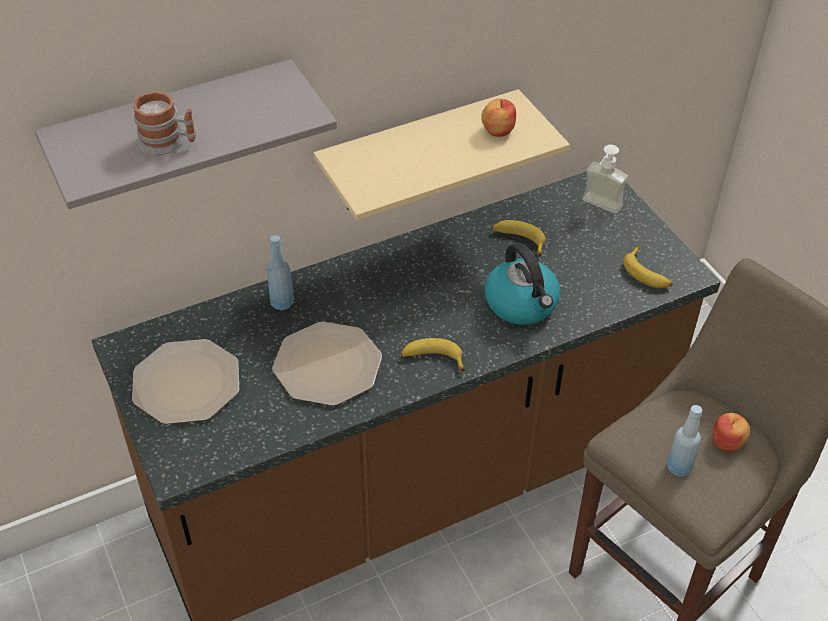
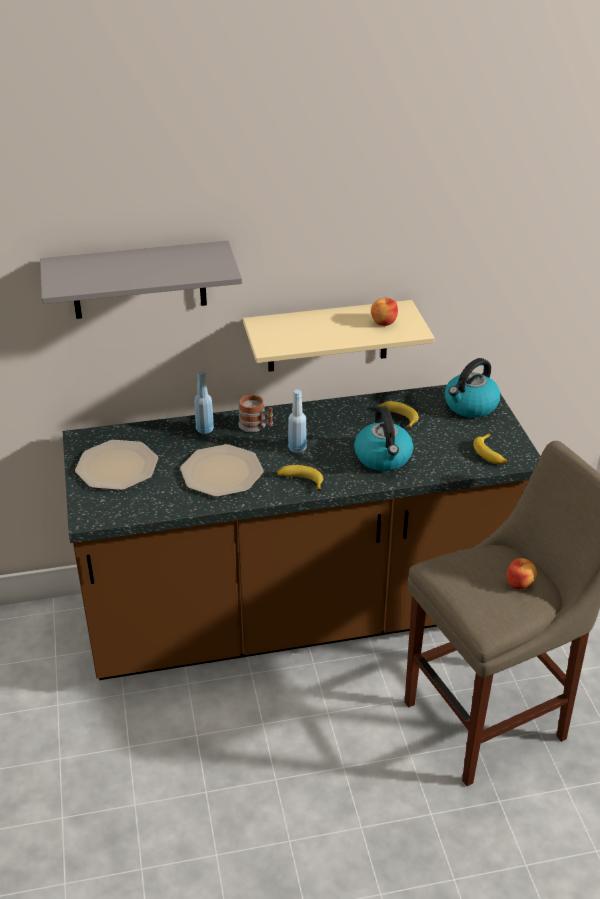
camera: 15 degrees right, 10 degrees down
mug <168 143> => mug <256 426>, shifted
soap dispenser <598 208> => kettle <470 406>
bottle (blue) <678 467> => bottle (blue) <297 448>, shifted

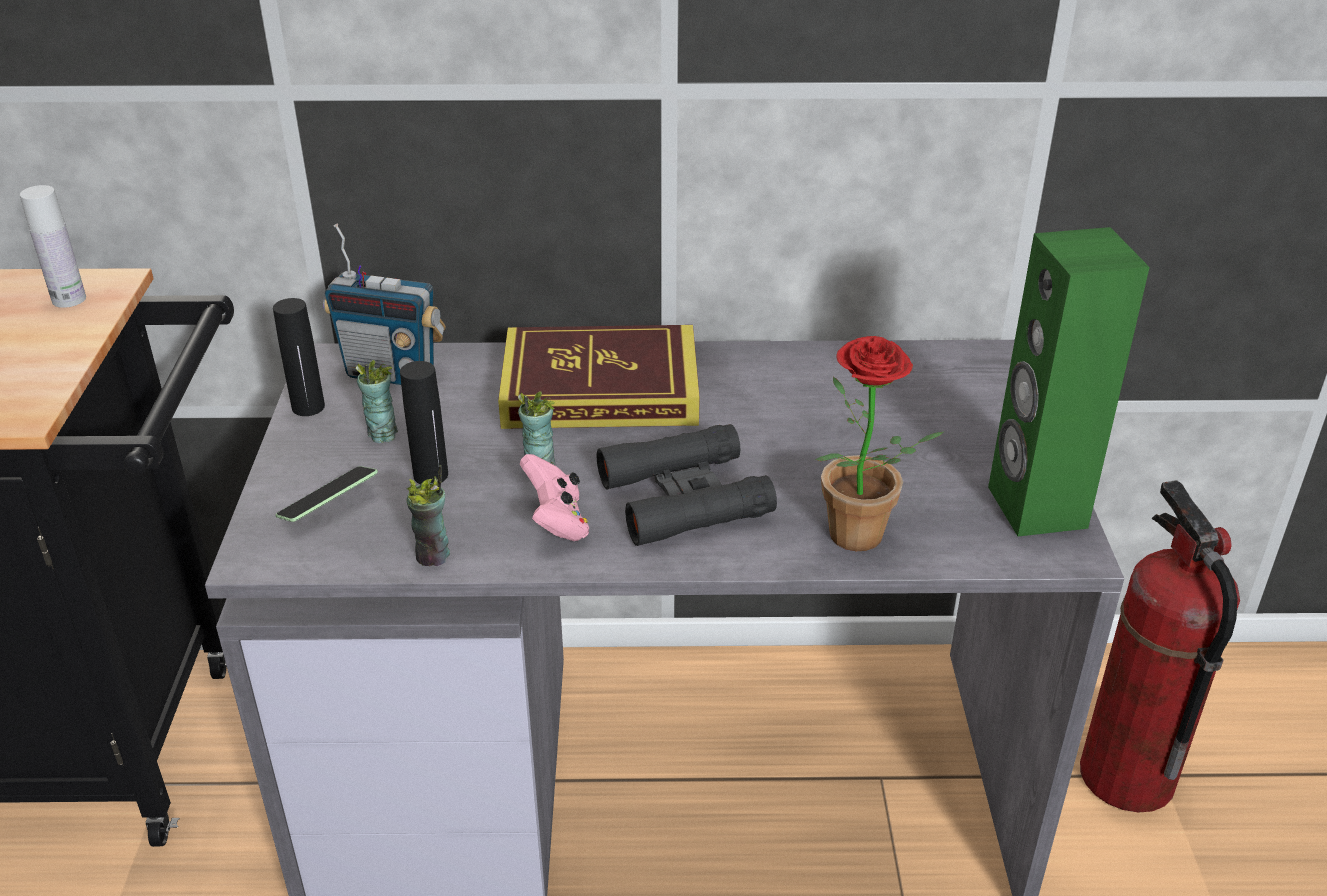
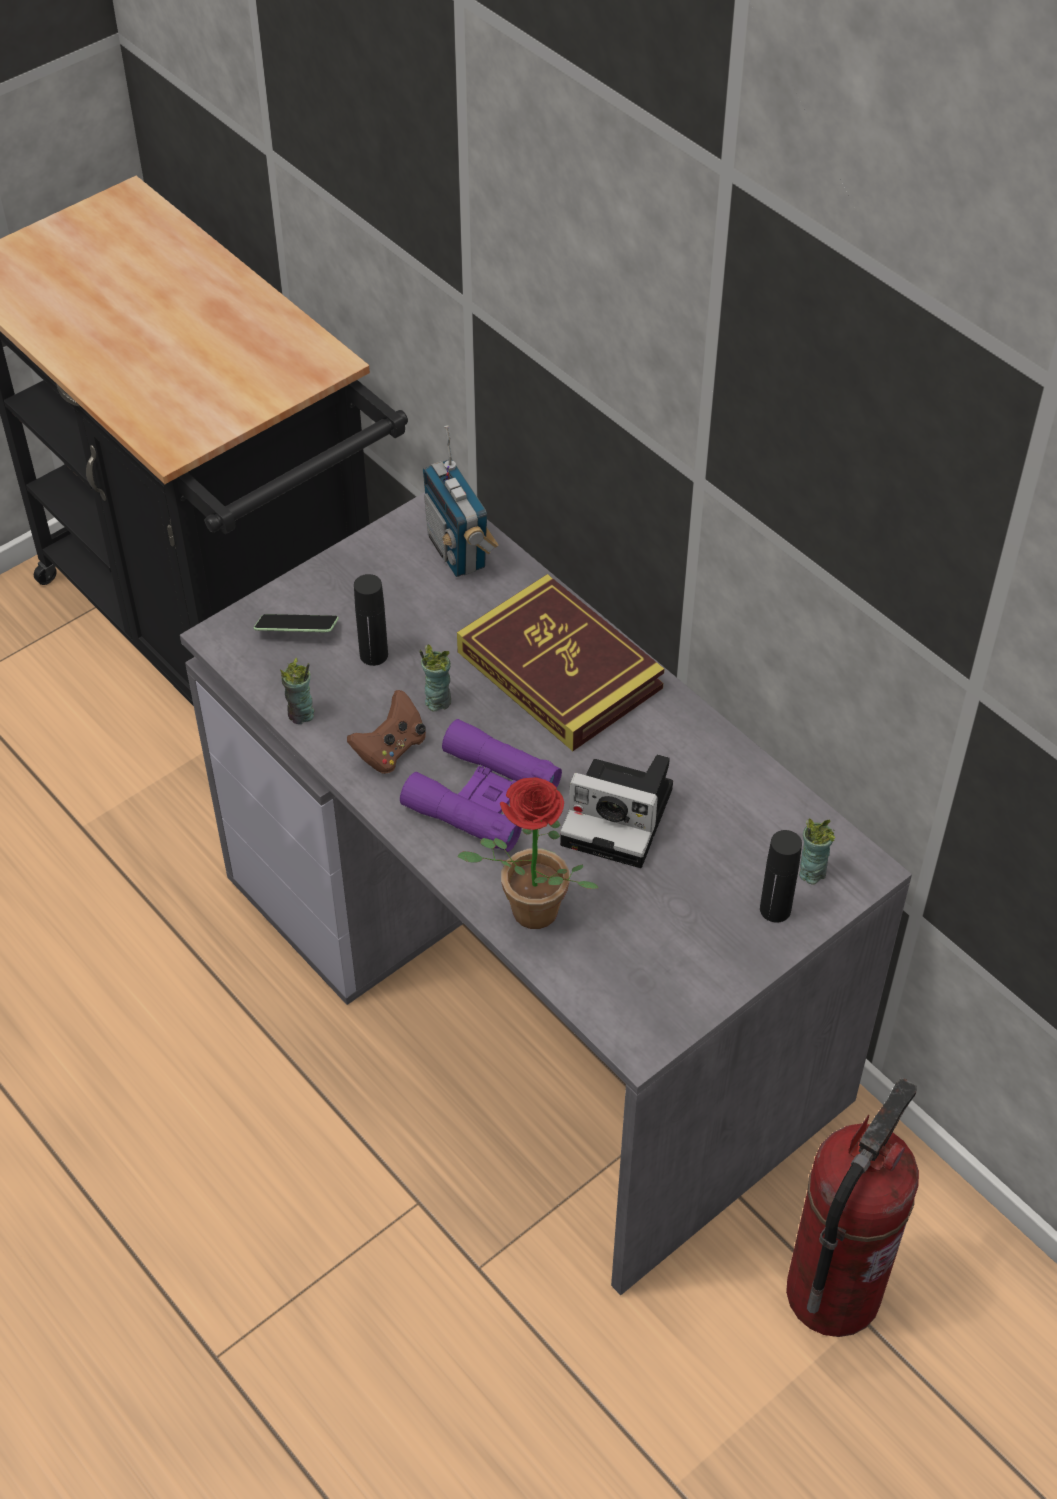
camera: 50 degrees right, 15 degrees up
bottle (white) <69 299> => nothing
bottle (black) <308 407> => bottle (black) <775 909>, shifted
cup <382 434> => cup <811 872>, shifted
game controller (pink) <557 522> => game controller (brown) <390 749>
binoculars (black) <684 498> => binoculars (purple) <482 796>
speaker (green) <1035 507> => nothing
nothing => photo camera <622 816>

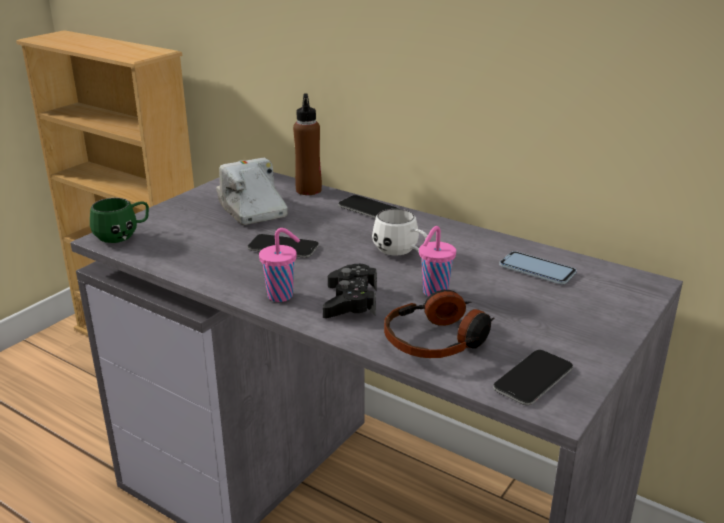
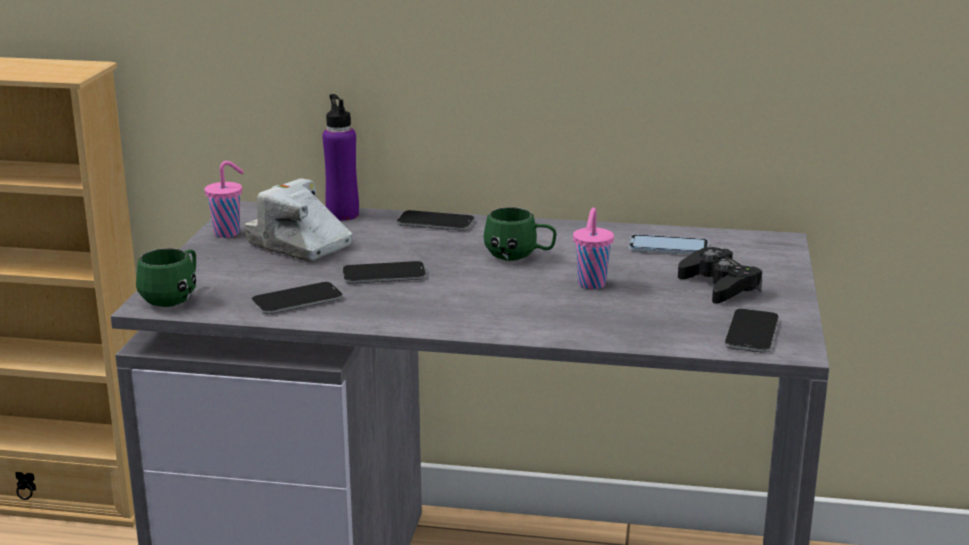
camera: 25 degrees left, 5 degrees down
cup (pink) <282 296> => cup (pink) <228 233>, shifted
bottle (brown) <308 190> => bottle (purple) <342 215>
game controller (black) <350 301> => game controller (black) <719 286>, shifted
mug (white) <401 253> => mug (green) <520 257>
headphones <438 340> => nothing
nothing => phone <297 300>

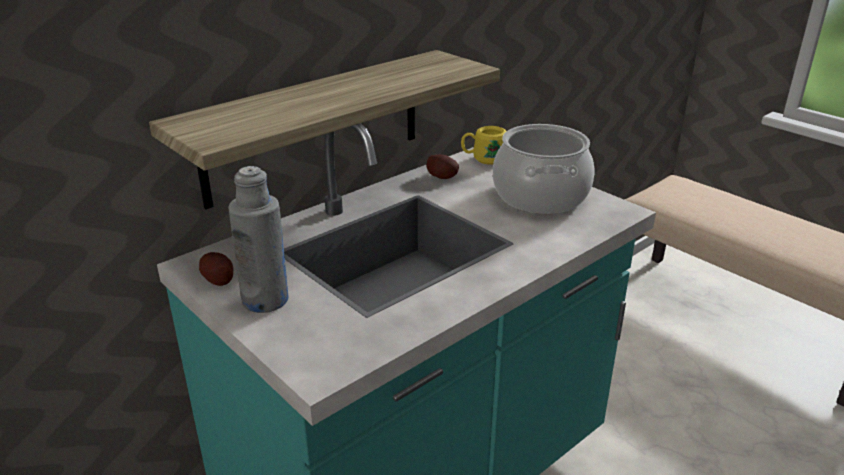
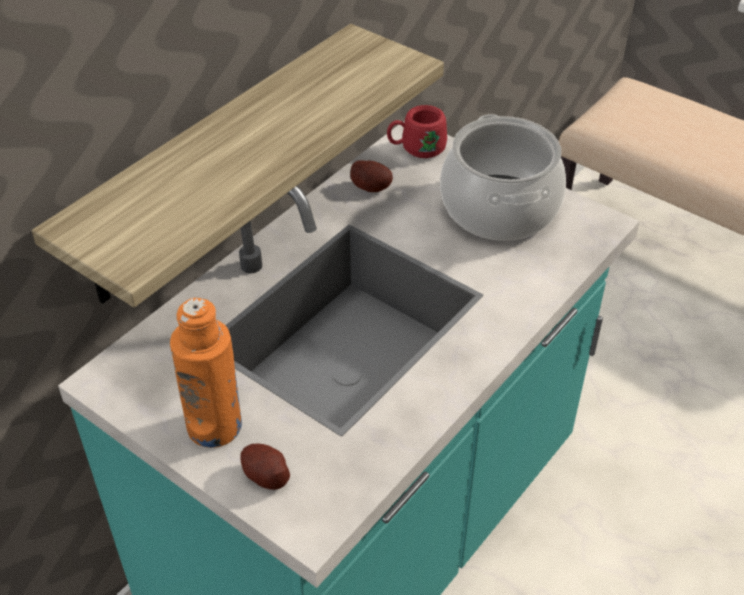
camera: 10 degrees left, 15 degrees up
potato <218 279> => potato <266 476>, shifted
bottle (grey) <265 300> => bottle (orange) <214 426>
mug (yellow) <484 159> => mug (red) <416 149>

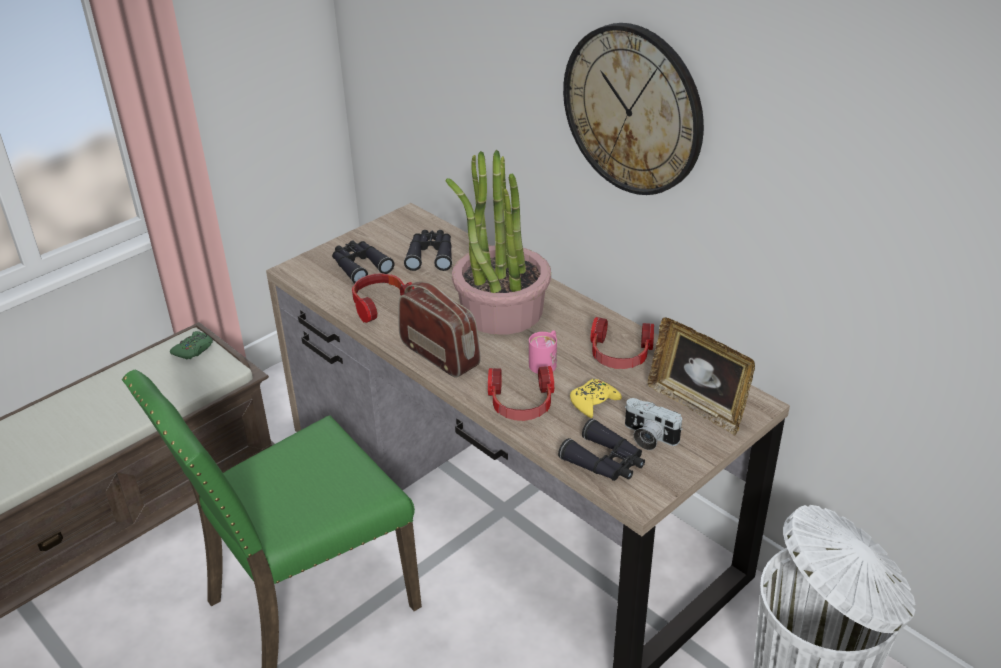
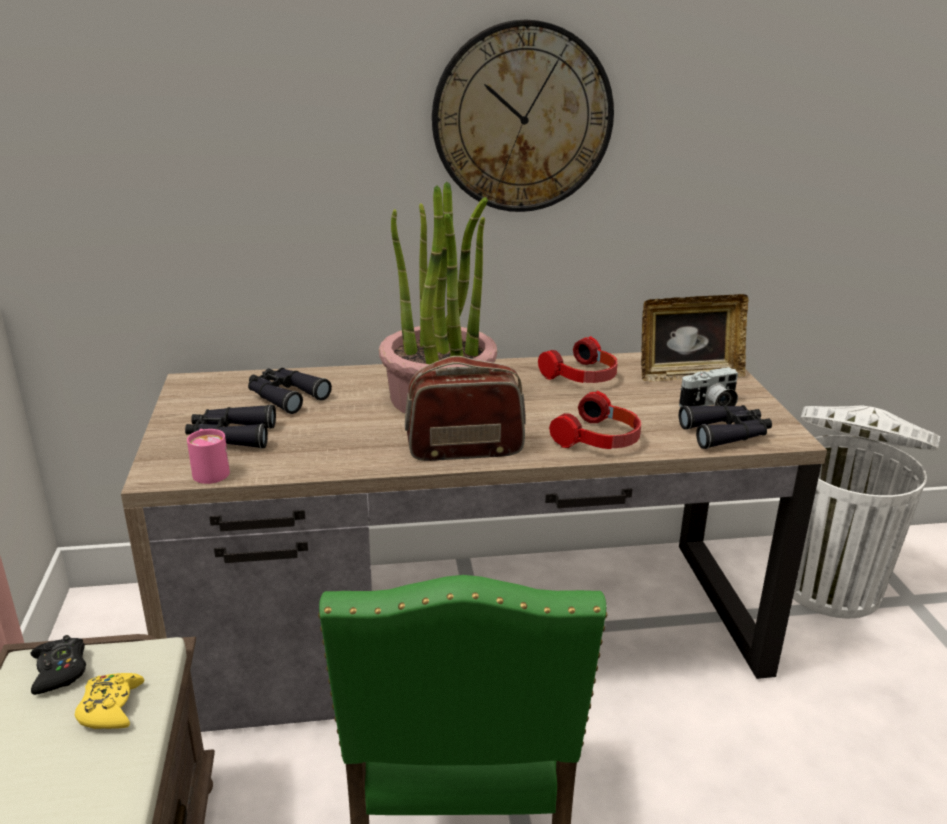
camera: 55 degrees left, 10 degrees down
game controller (green) <194 350> => game controller (black) <60 671>
headphones <381 304> => nothing
mug (pink) <545 362> => mug (pink) <209 470>, shifted
game controller (yellow) <593 402> => game controller (yellow) <111 708>, shifted

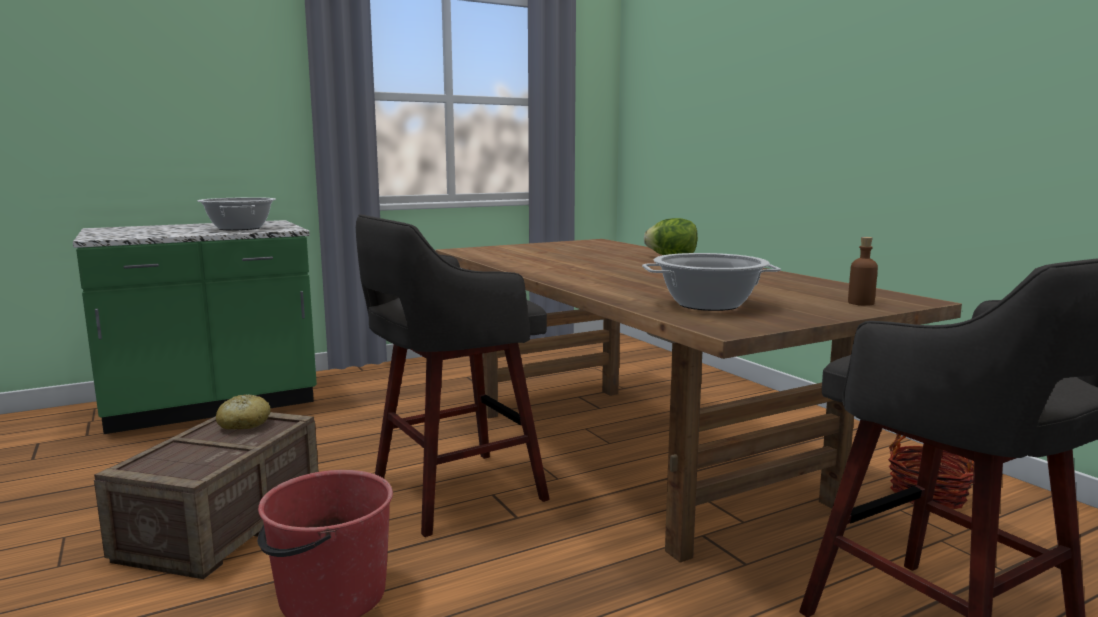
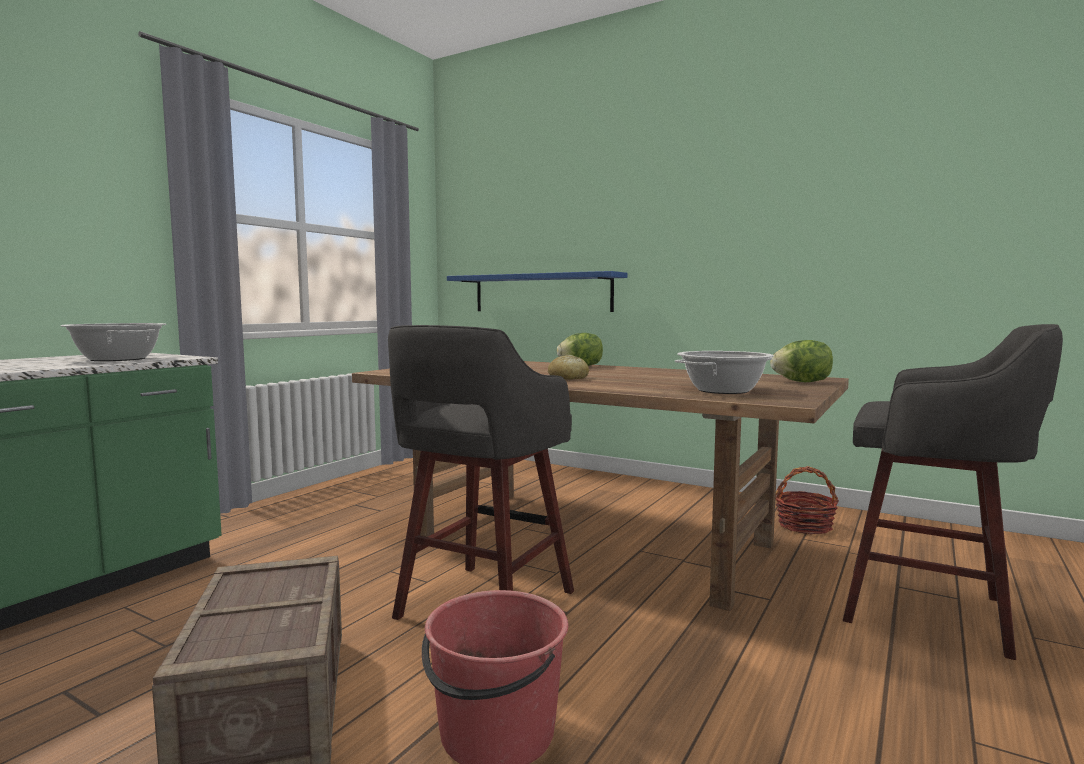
camera: 30 degrees left, 5 degrees down
bread <244 423> => bread <568 378>, shifted
bottle (brown) <860 303> => lettuce <802 382>
nothing => shelf (blue) <541 293>

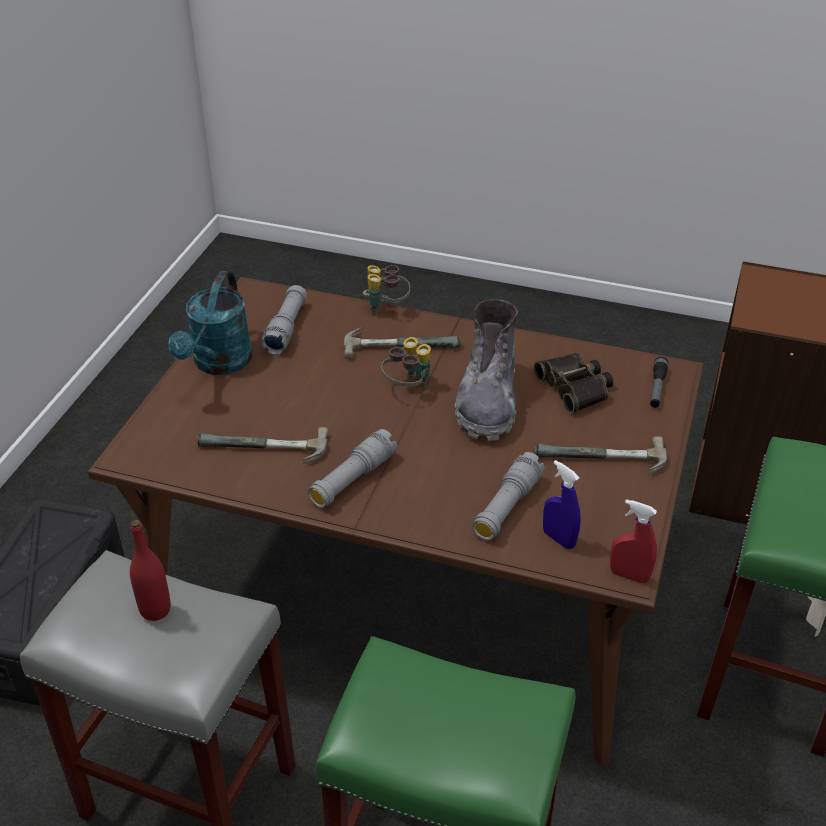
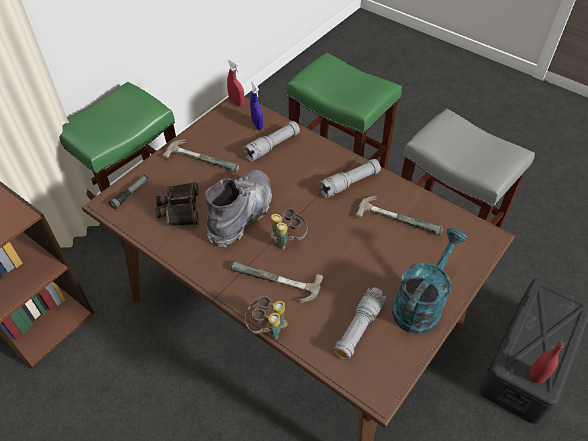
camera: 160 degrees left, 10 degrees up
bottle (red) <155 610> => bottle (red) <537 375>, shifted

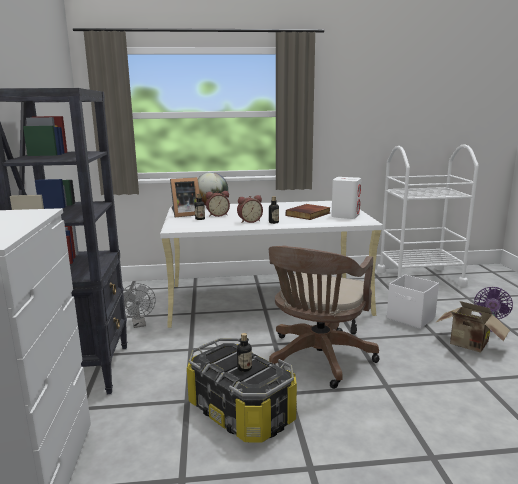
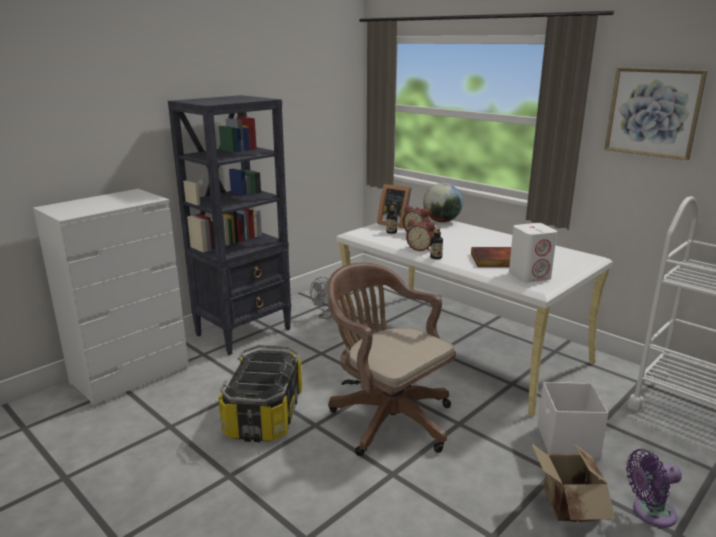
camera: 50 degrees right, 5 degrees up
bottle <244 368> => nothing
office chair (brown) <317 360> => office chair (brown) <387 417>, 60 degrees clockwise
nothing => picture <653 112>

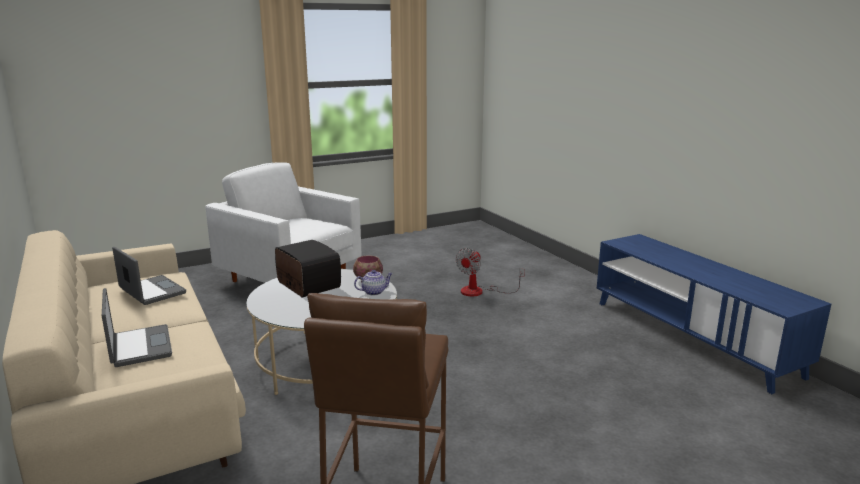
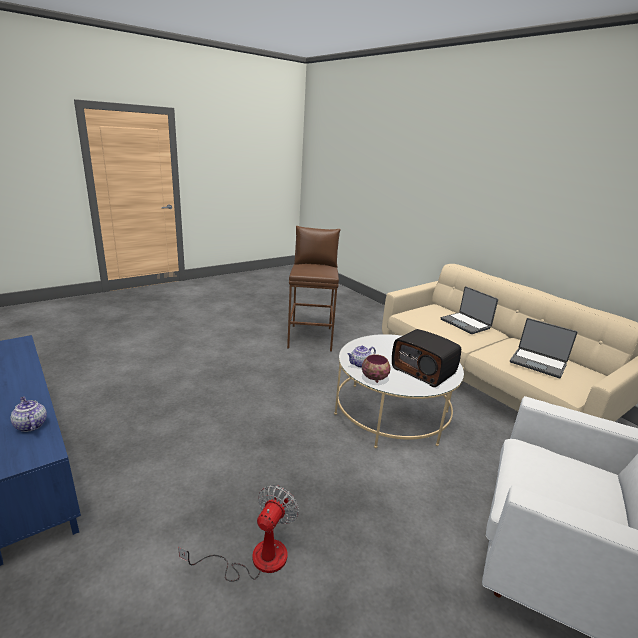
camera: 170 degrees right, 5 degrees up
nothing => teapot <30 425>

